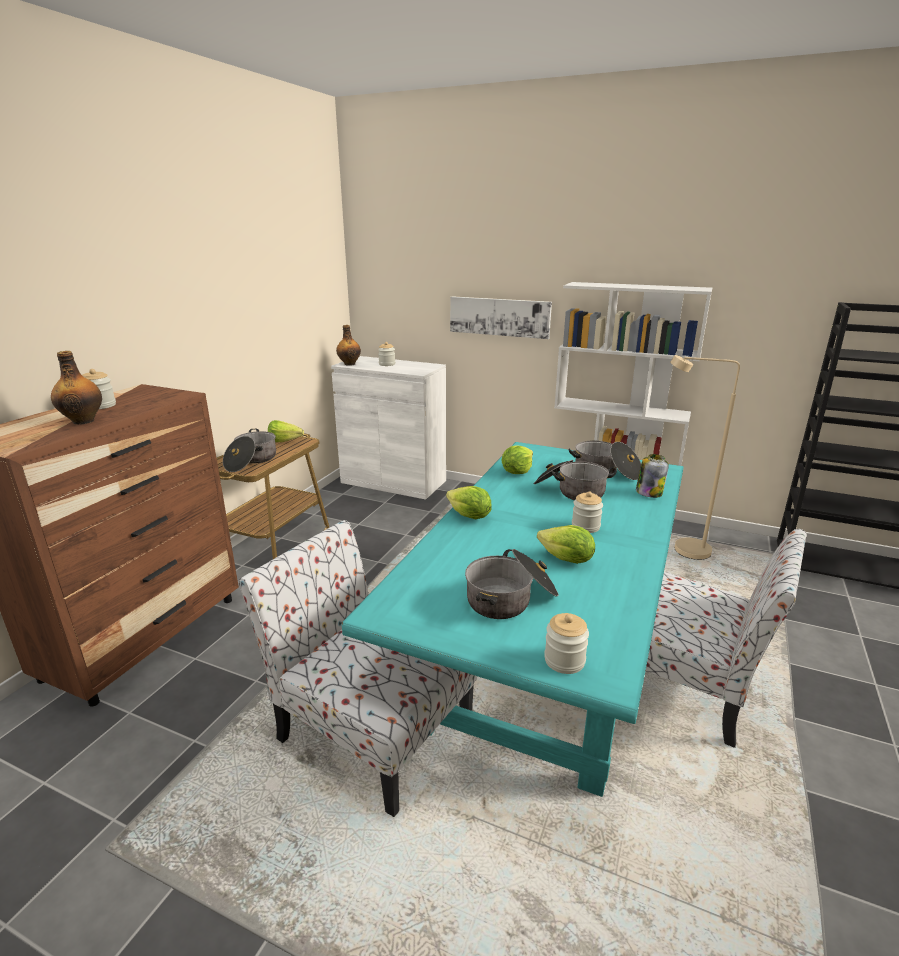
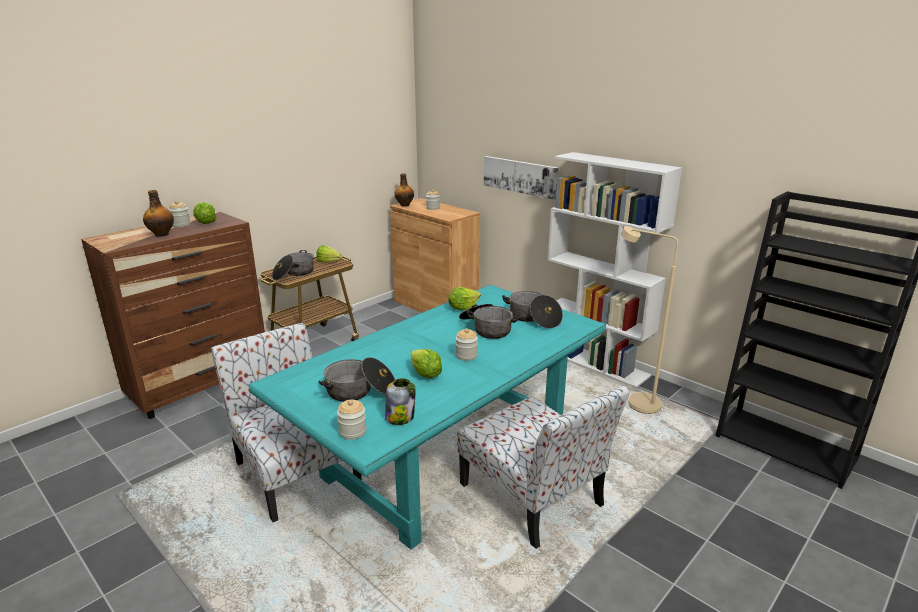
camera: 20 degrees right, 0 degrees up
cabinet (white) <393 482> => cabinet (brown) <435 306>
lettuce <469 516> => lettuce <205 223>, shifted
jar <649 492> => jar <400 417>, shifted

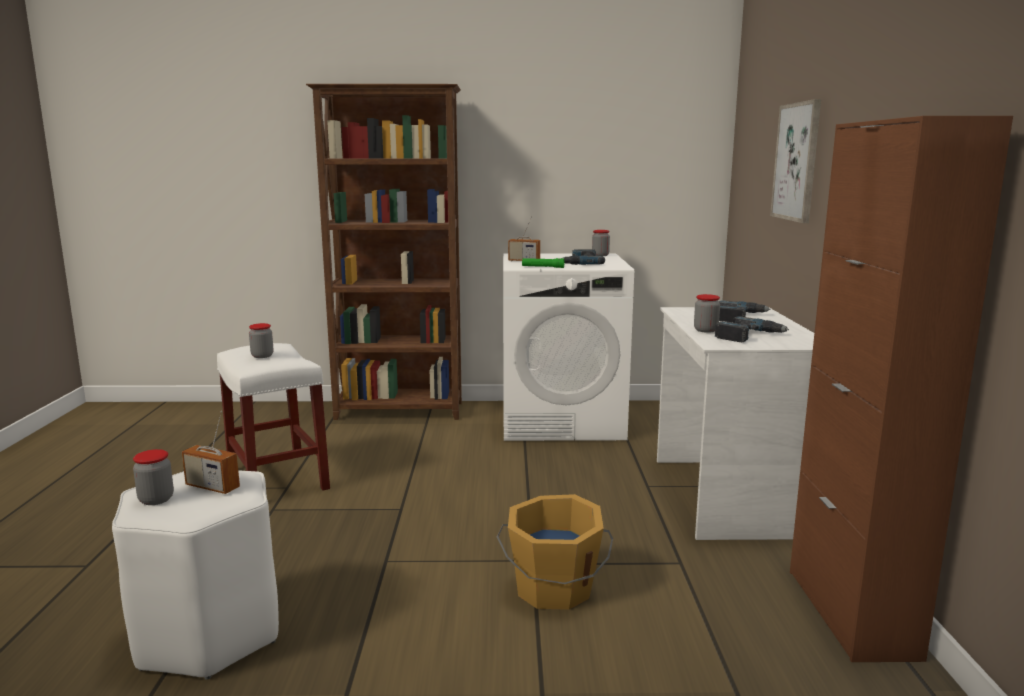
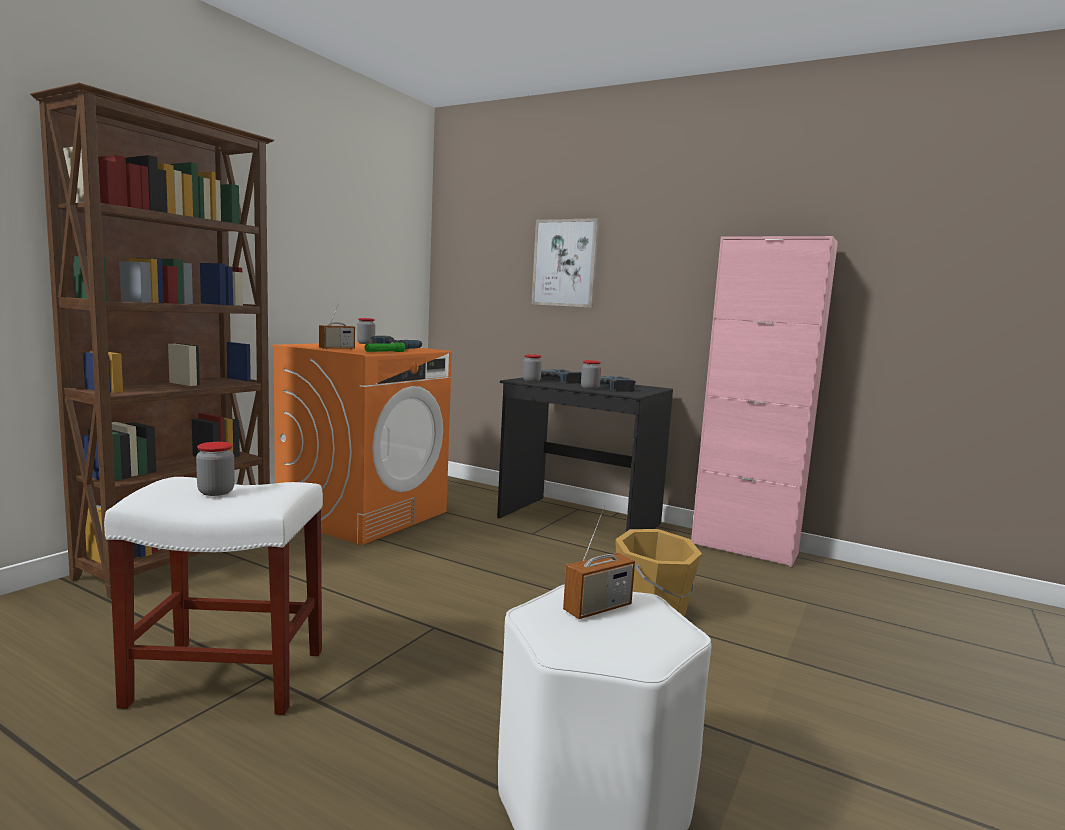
camera: 60 degrees left, 5 degrees down
jar <156 499> => jar <531 381>, shifted
washing machine (white) <562 420> => washing machine (orange) <364 515>
desk (white) <727 495> => desk (black) <578 521>
cabinet (brown) <851 612> => cabinet (pink) <744 549>

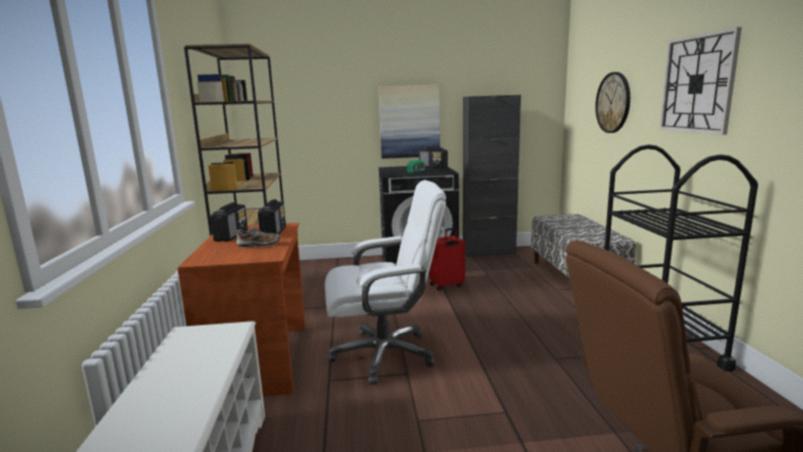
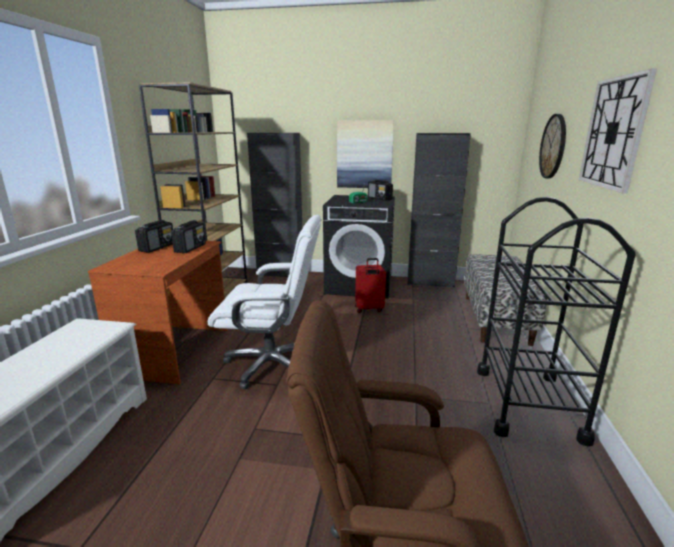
camera: 15 degrees right, 5 degrees up
shoe <258 245> => nothing
nothing => cabinet (black) <280 273>

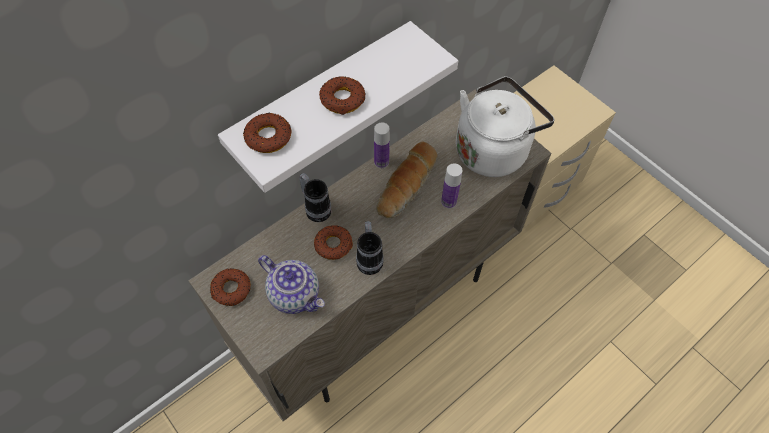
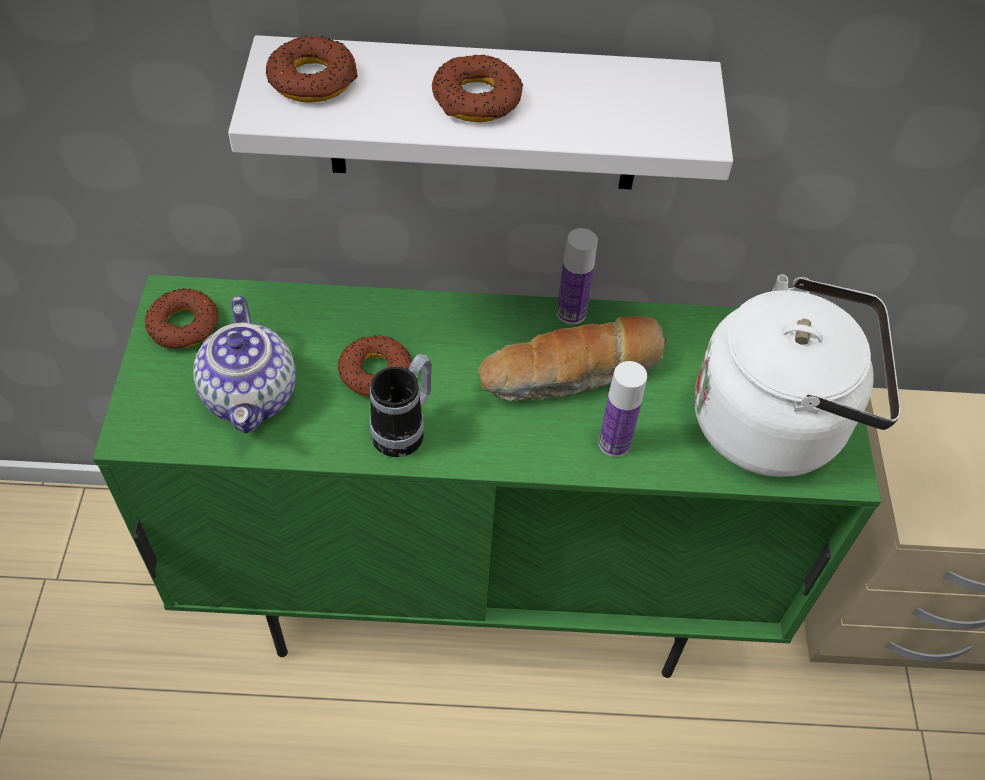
camera: 40 degrees right, 5 degrees down
cabinet (beige) <380 309> => cabinet (green) <480 594>
mug <315 208> => nothing

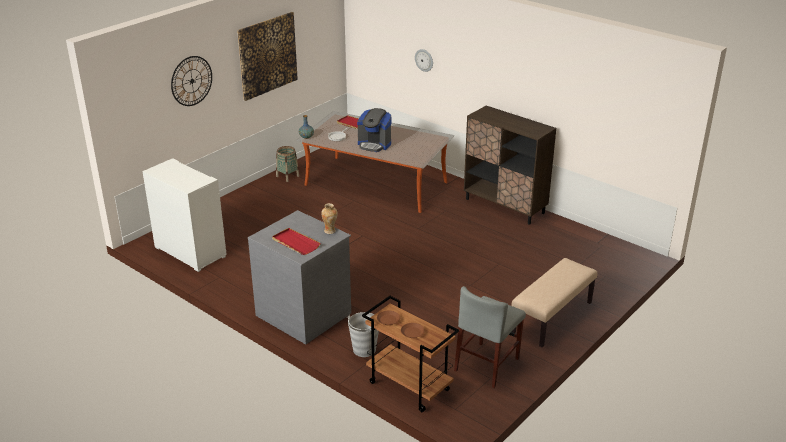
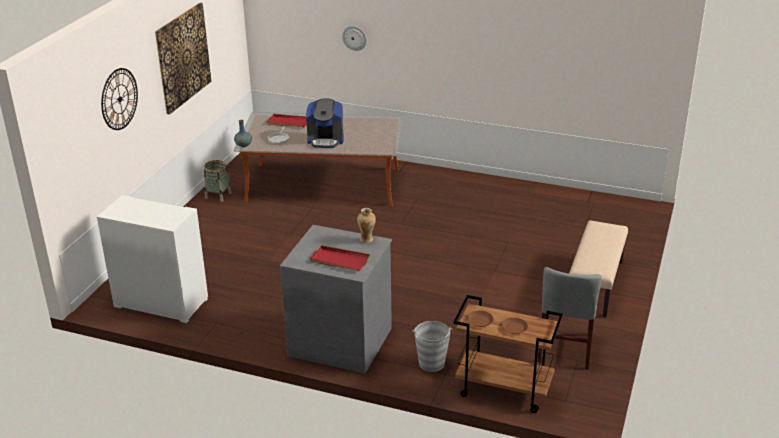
camera: 20 degrees left, 0 degrees up
cabinet (brown) <505 206> => nothing

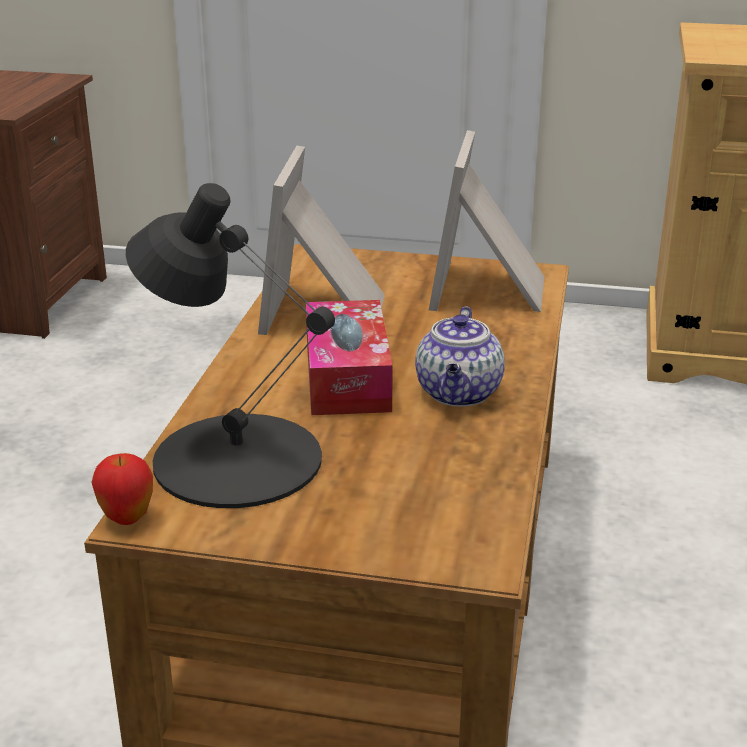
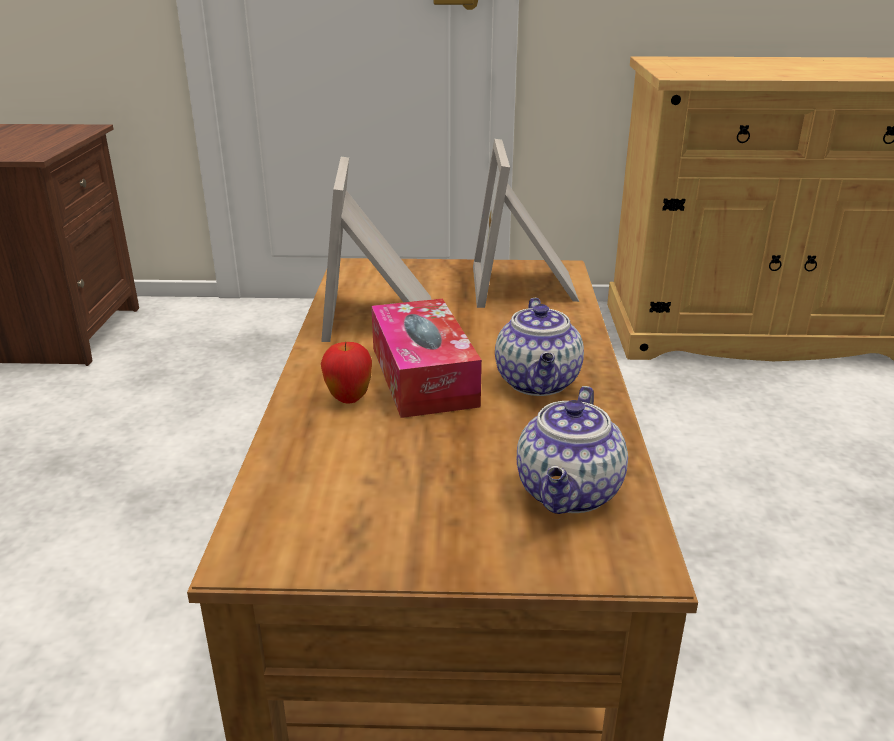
camera: 10 degrees left, 0 degrees up
apple <127 518> => apple <348 399>, shifted
table lamp (black) <236 458> => nothing
nothing => teapot <569 494>

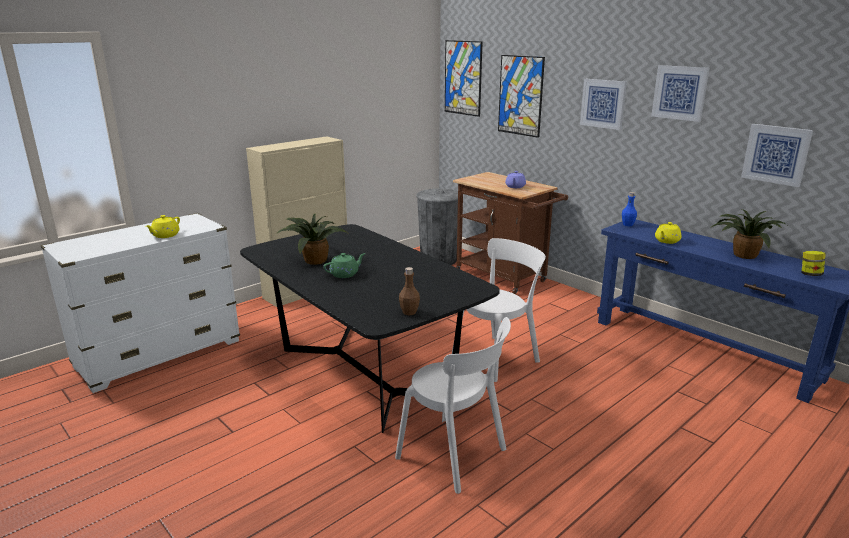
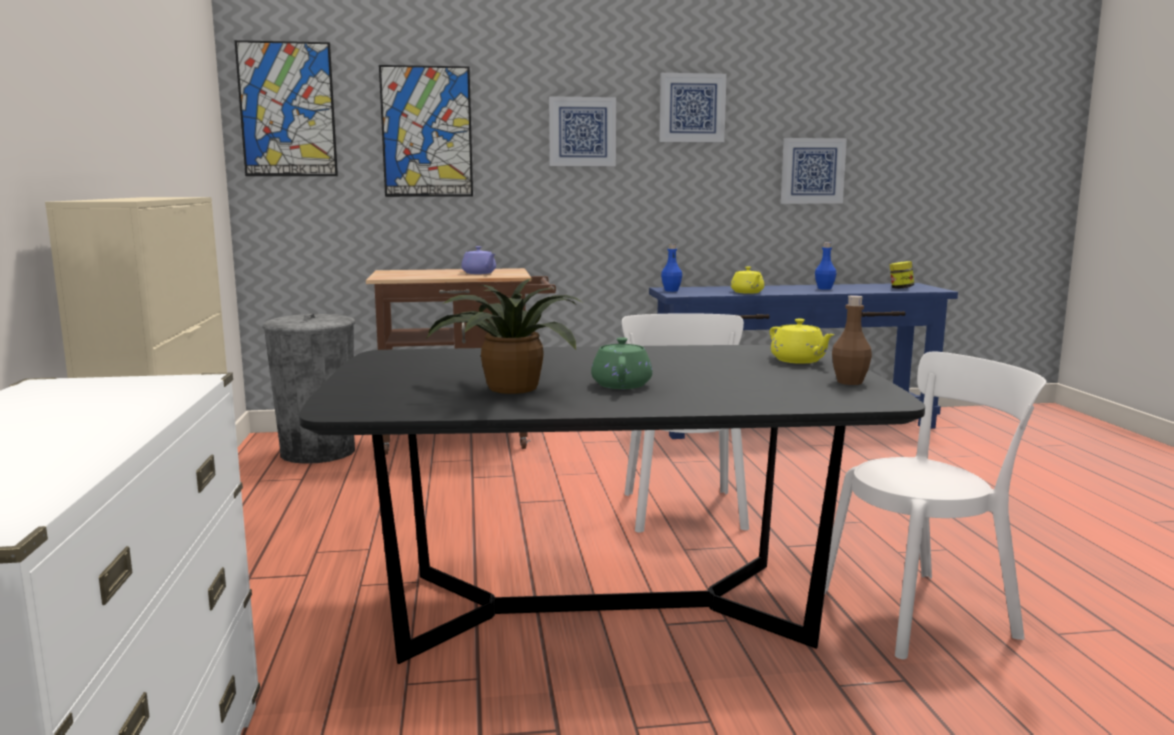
camera: 55 degrees left, 10 degrees down
teapot (yellow) <165 235> => teapot (yellow) <798 361>, shifted
potted plant <742 255> => bottle (blue) <824 288>

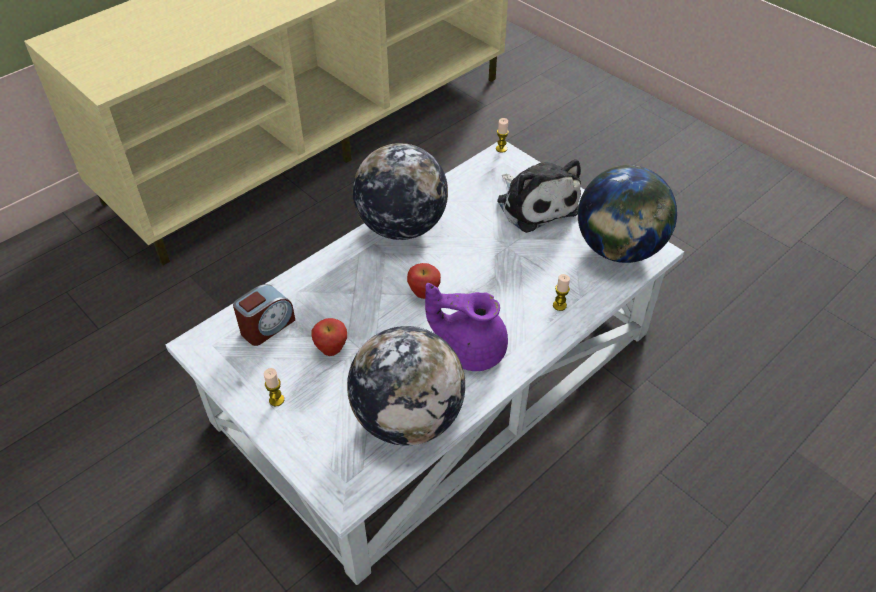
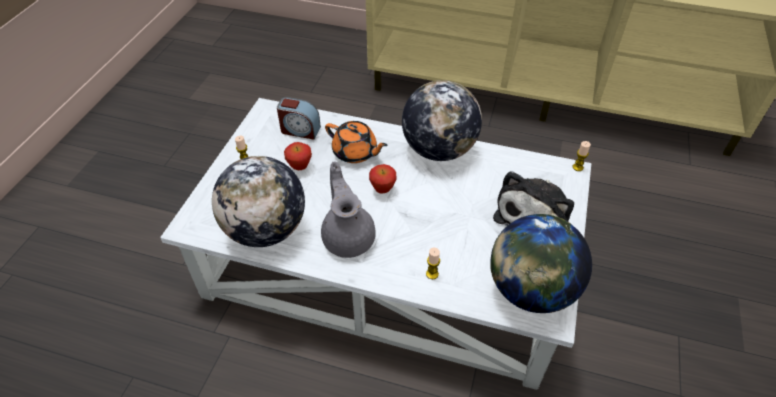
camera: 60 degrees right, 0 degrees up
teapot (purple) <470 349> => teapot (grey) <348 237>
nothing => teapot (orange) <355 153>

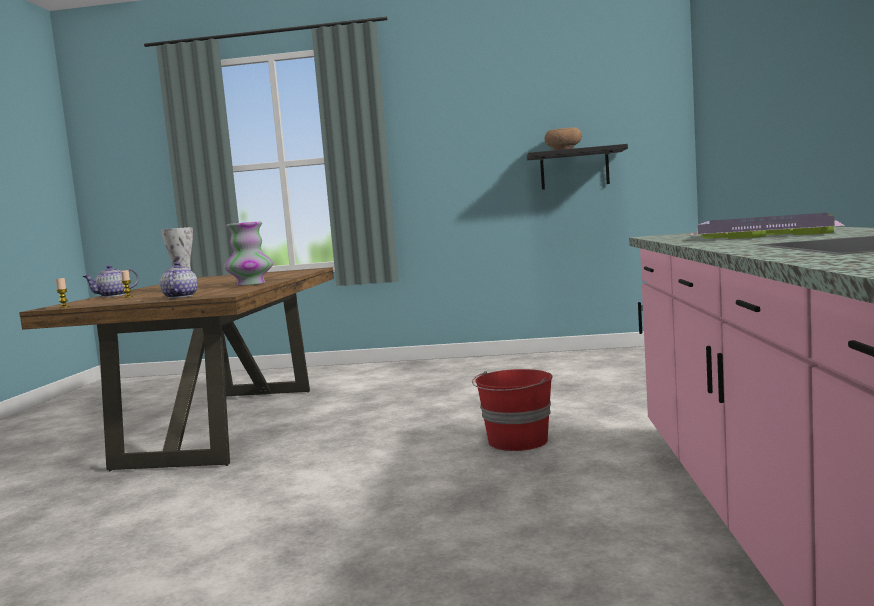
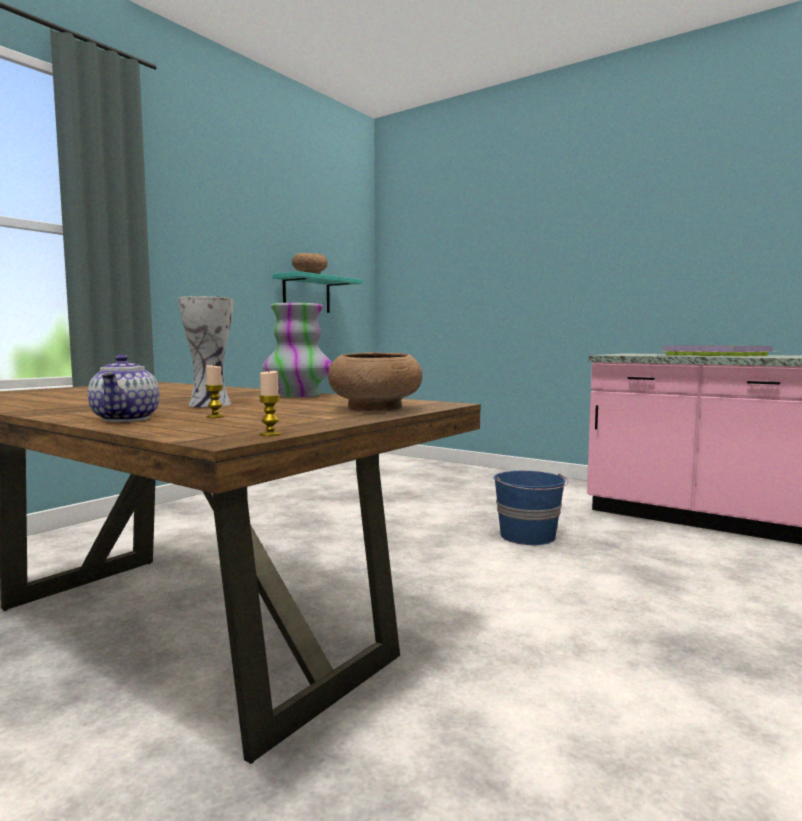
camera: 60 degrees left, 0 degrees up
teapot <179 297> => bowl (brown) <376 409>
bucket (red) <517 441> => bucket (blue) <528 536>
shelf (black) <574 169> => shelf (turquoise) <306 294>

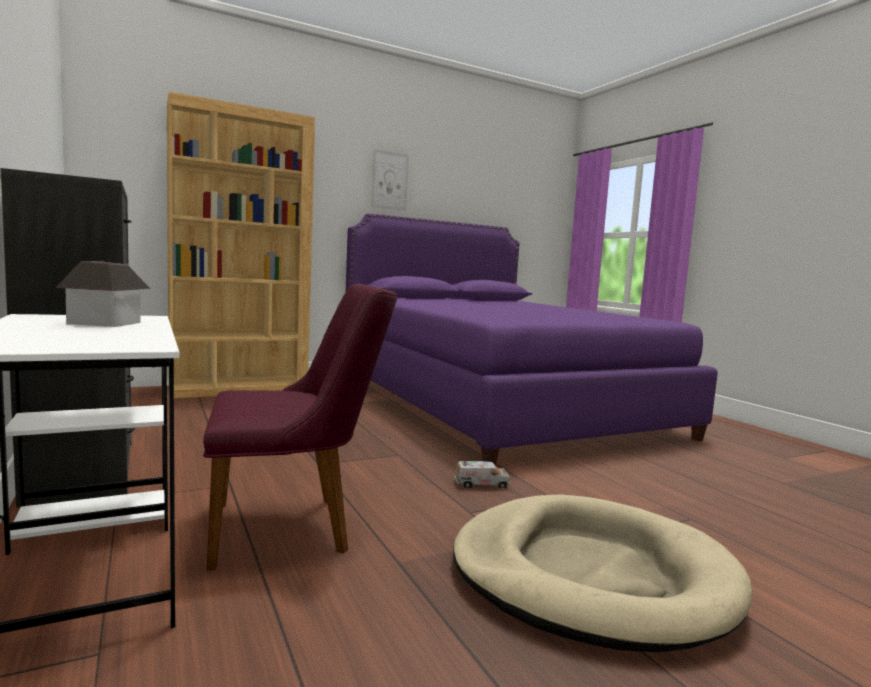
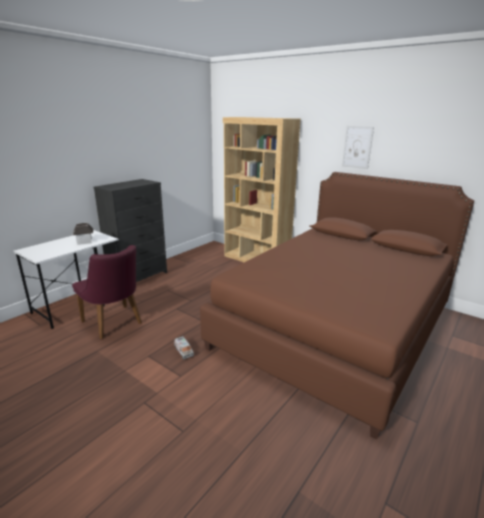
camera: 65 degrees right, 15 degrees up
bed (purple) <497 405> => bed (brown) <335 327>
dog bed (beige) <591 576> => nothing

